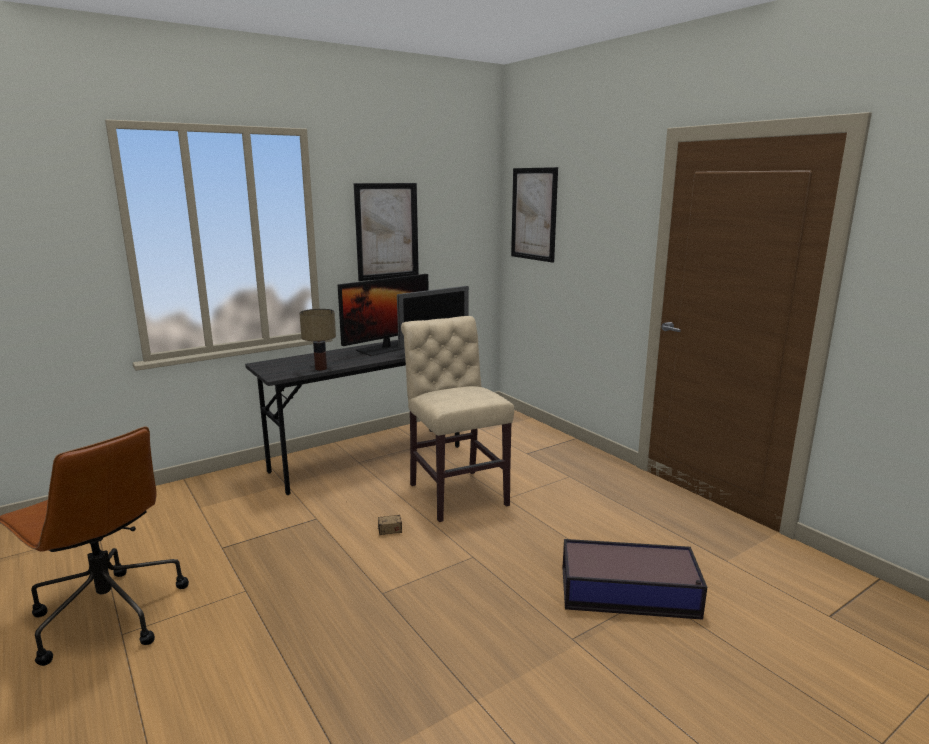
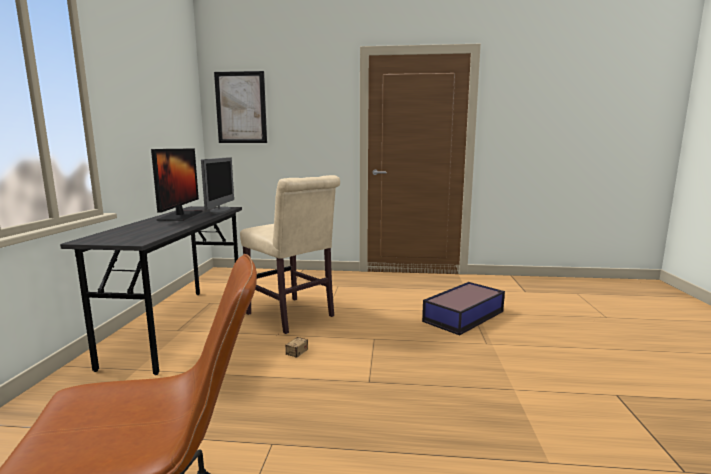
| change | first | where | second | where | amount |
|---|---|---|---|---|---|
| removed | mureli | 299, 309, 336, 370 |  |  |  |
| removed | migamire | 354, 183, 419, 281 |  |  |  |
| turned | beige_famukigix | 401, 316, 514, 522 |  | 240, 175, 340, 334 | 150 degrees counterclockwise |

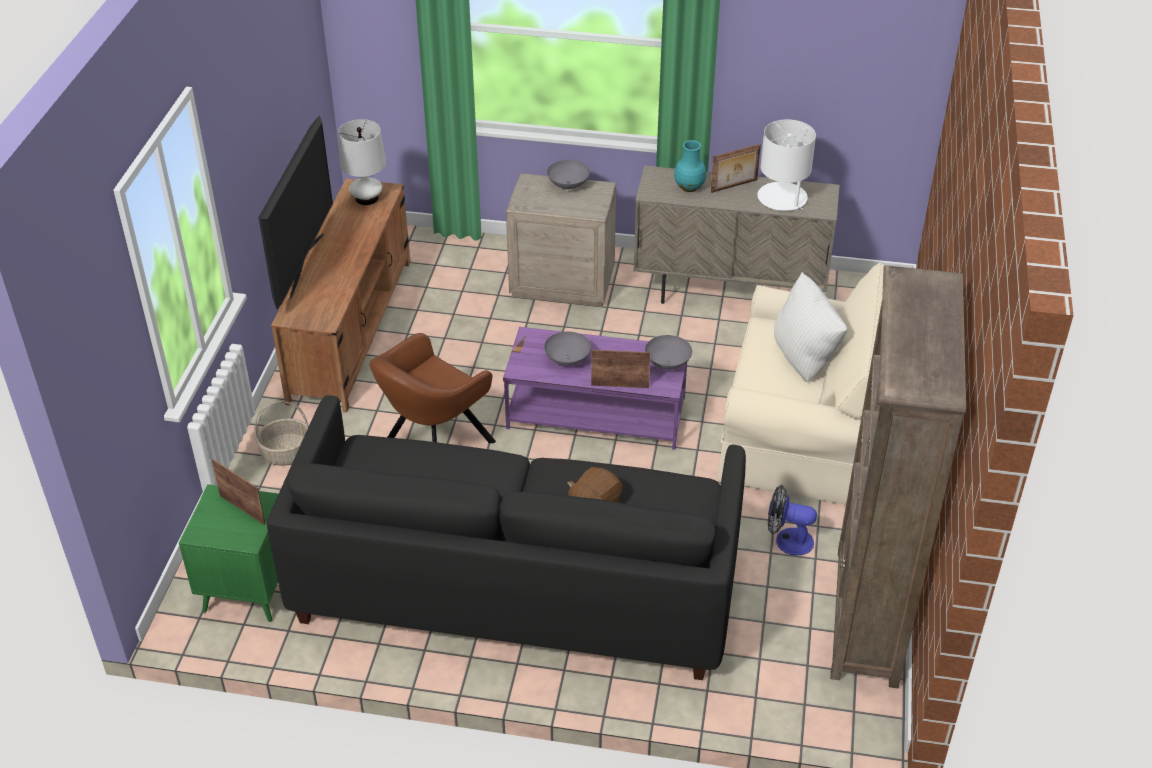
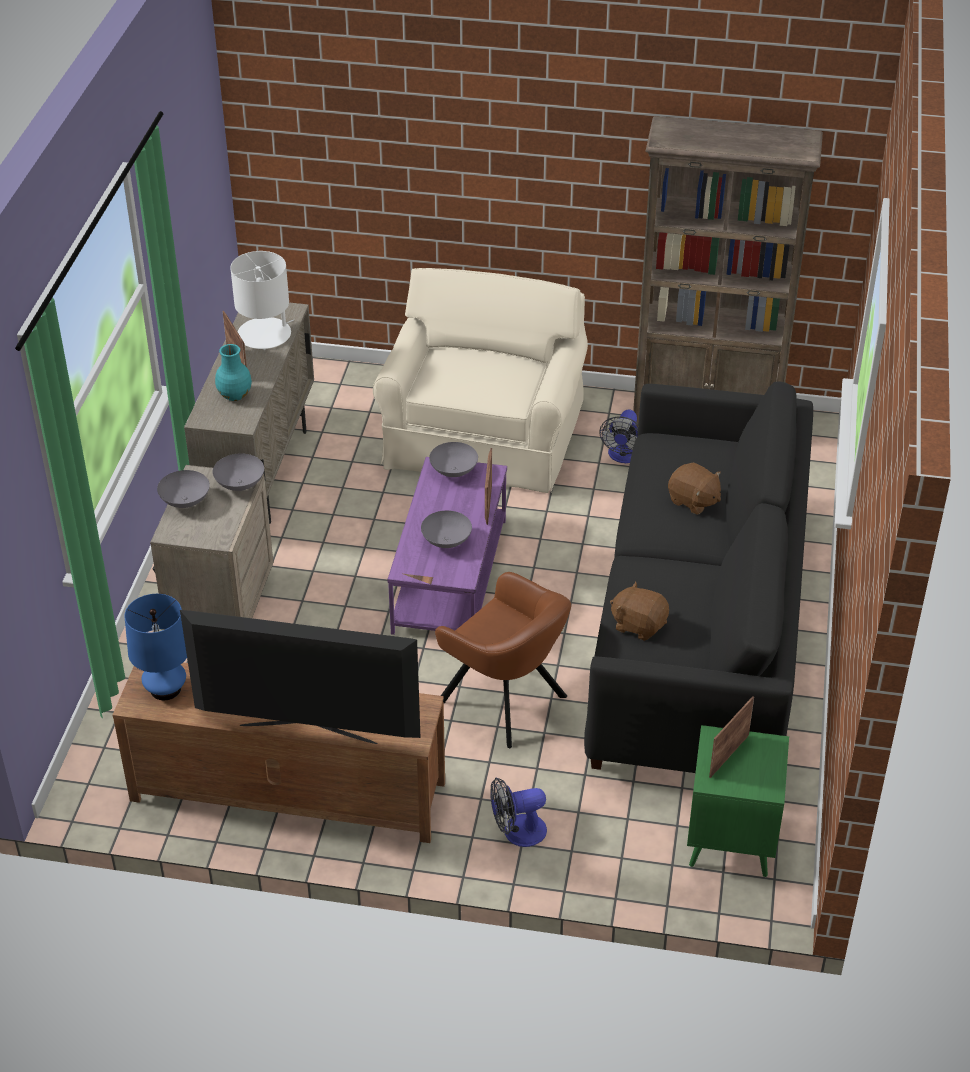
| change | first | where | second | where | amount |
|---|---|---|---|---|---|
| removed | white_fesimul | 774, 272, 848, 382 |  |  |  |
| added |  |  | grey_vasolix | 213, 453, 264, 491 |  |
| added |  |  | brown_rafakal | 610, 582, 669, 641 |  |
| replaced | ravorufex | 255, 402, 309, 466 | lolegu | 490, 777, 547, 847 |  |
| recoloured | white_mureli | 338, 119, 386, 205 | blue_mureli | 125, 594, 187, 700 |  |

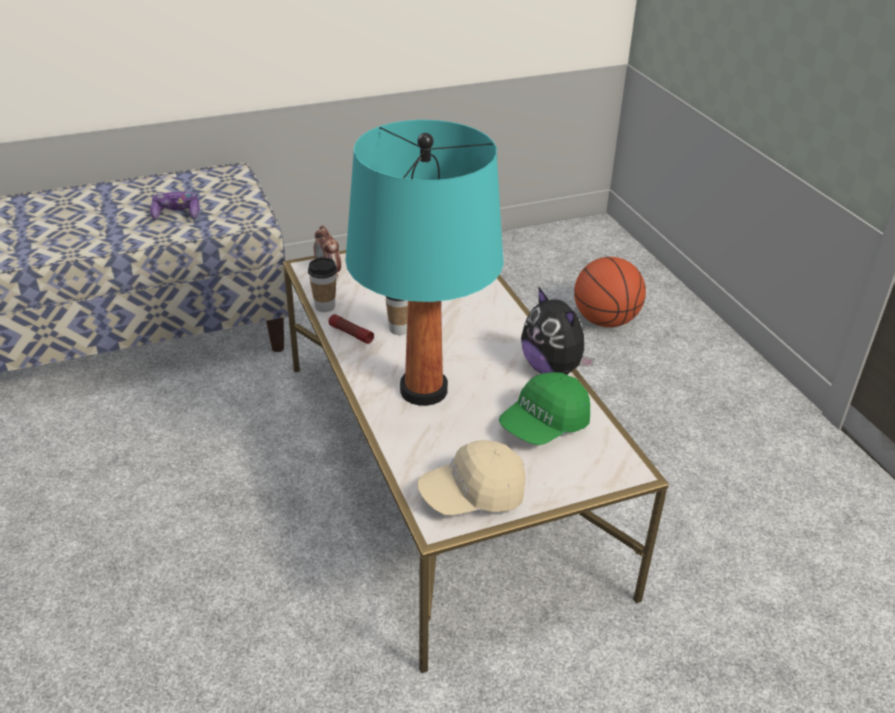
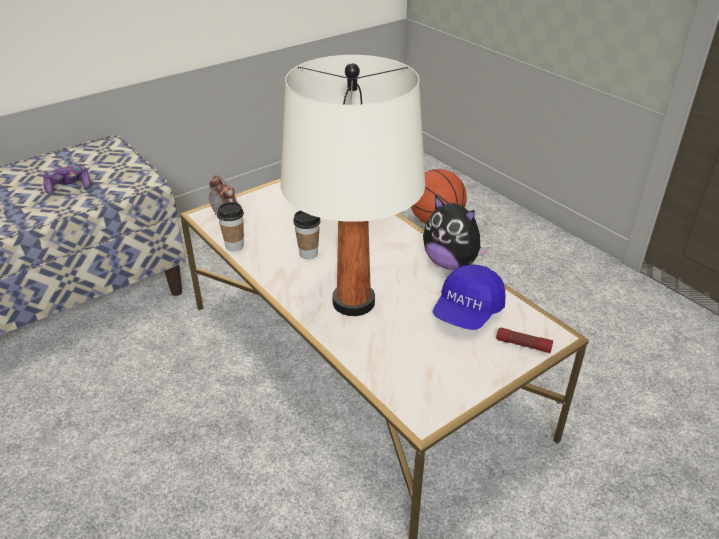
| change | first | where | second | where | amount |
|---|---|---|---|---|---|
| removed | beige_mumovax | 417, 440, 526, 515 |  |  |  |
| moved | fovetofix | 328, 314, 374, 344 |  | 496, 328, 553, 353 |  |
| recoloured | turquoise_mureli | 345, 120, 504, 406 | white_mureli | 280, 55, 426, 316 |  |
| recoloured | green_mumovax | 499, 372, 590, 445 | blue_mumovax | 433, 264, 505, 330 |  |

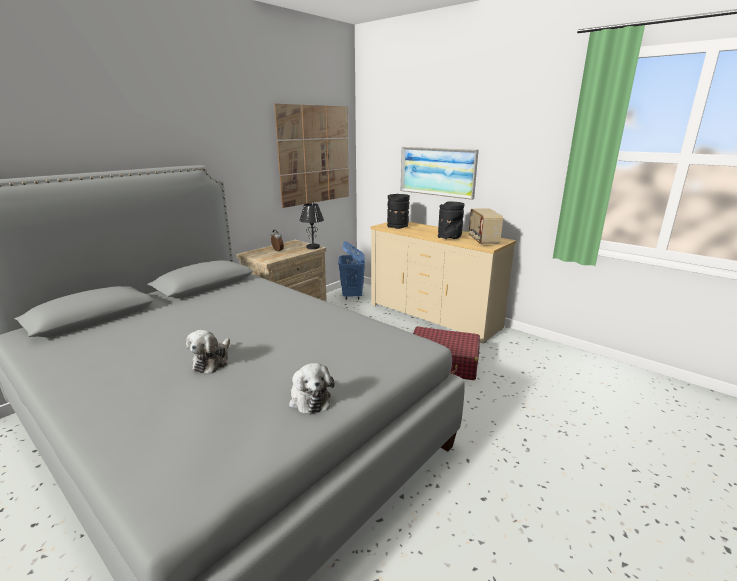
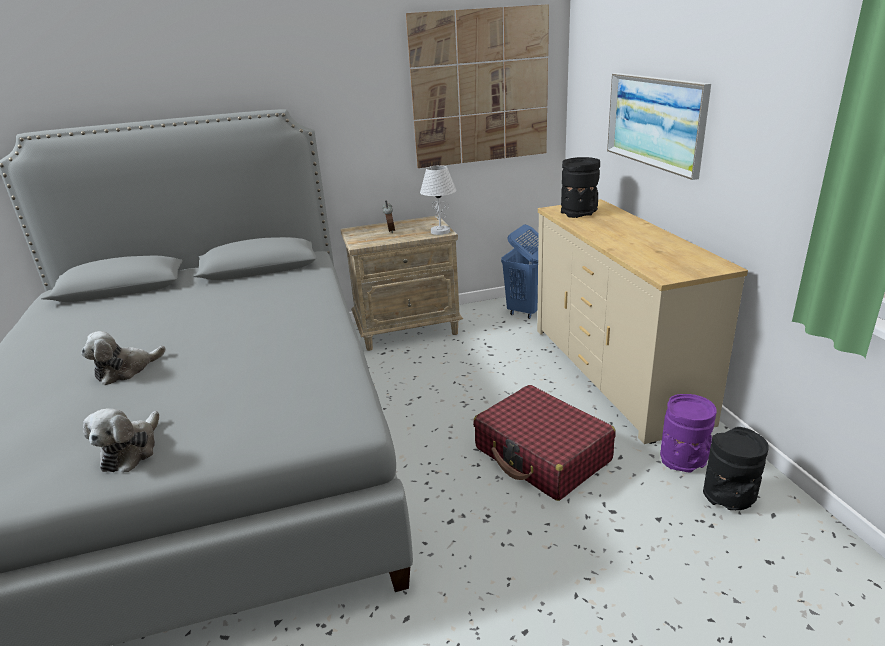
| change | first | where | second | where | amount |
|---|---|---|---|---|---|
| removed | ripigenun | 469, 208, 503, 245 |  |  |  |
| added |  |  | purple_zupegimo | 660, 394, 717, 473 |  |
| moved | black_zupegimo | 438, 201, 464, 239 |  | 703, 427, 769, 510 |  |
| recoloured | black_mureli | 299, 203, 324, 249 | white_mureli | 420, 165, 456, 235 |  |

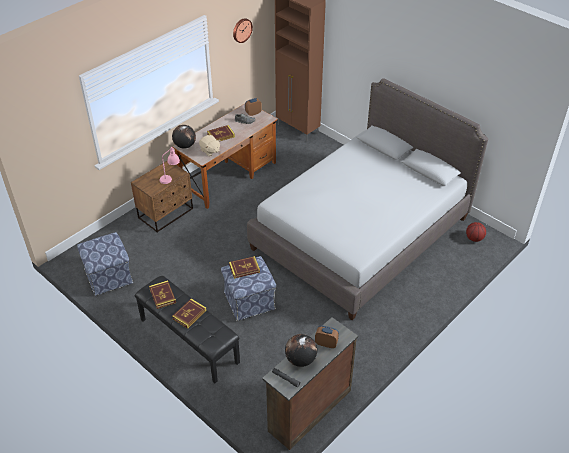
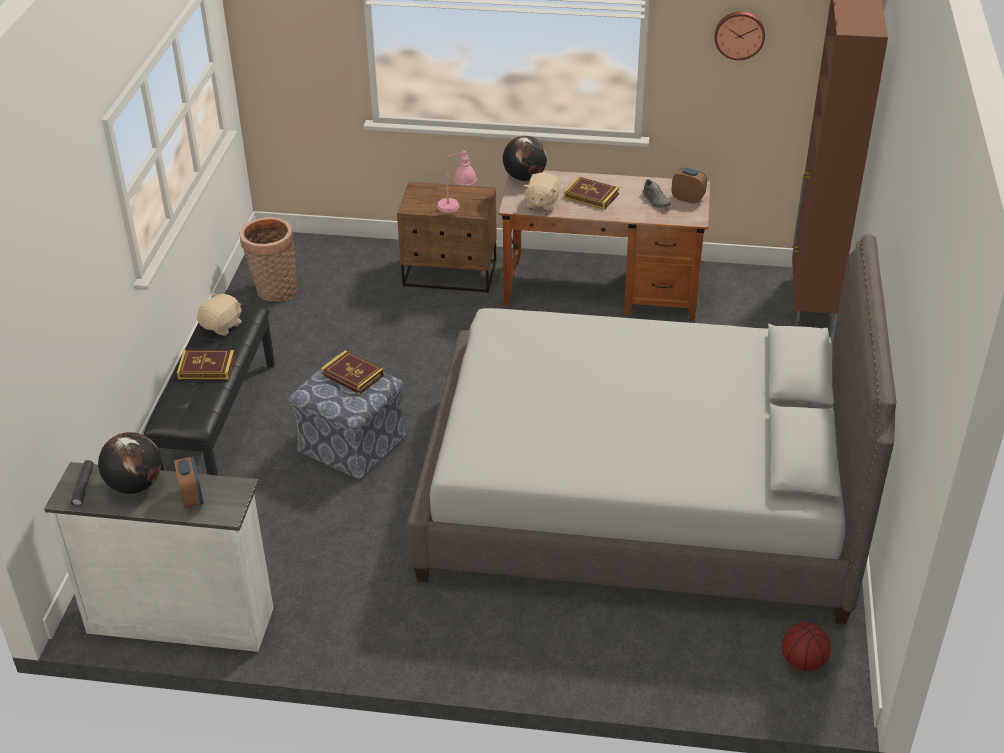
| change | first | where | second | where | amount |
|---|---|---|---|---|---|
| replaced | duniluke | 77, 232, 133, 296 | ravorufex | 240, 217, 297, 301 |  |
| replaced | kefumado | 149, 280, 176, 309 | beige_rafakal | 197, 293, 242, 336 |  |
| recoloured | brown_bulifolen | 262, 317, 358, 450 | white_bulifolen | 44, 462, 274, 652 |  |

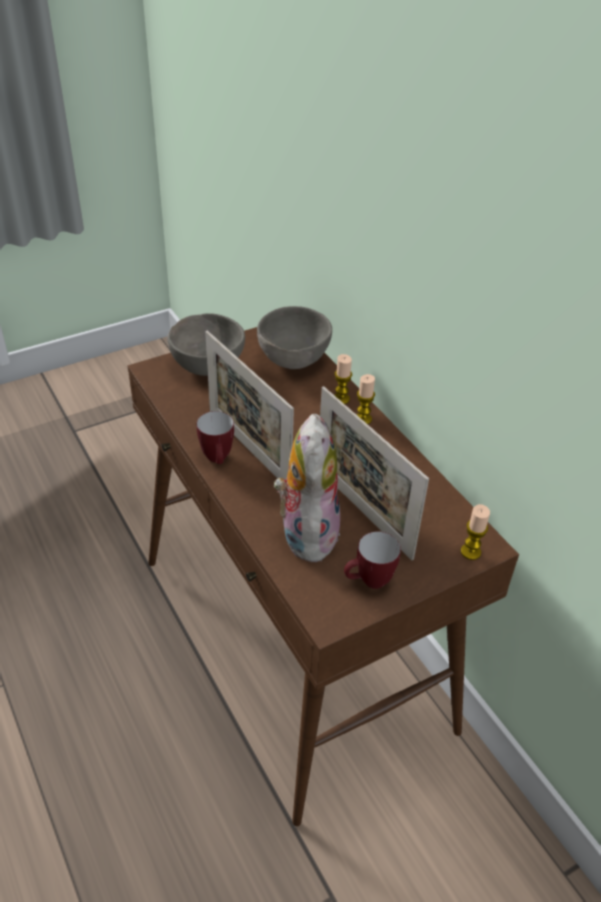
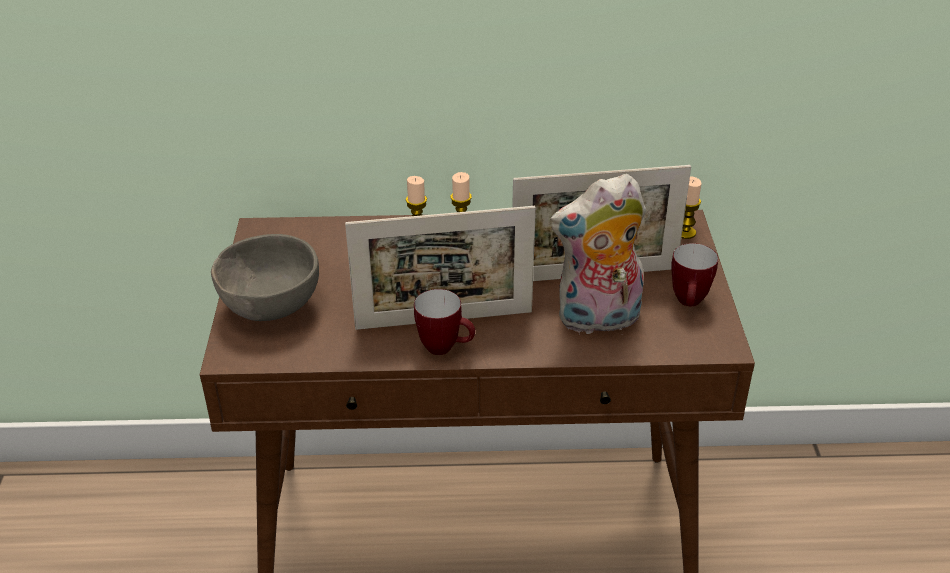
| change | first | where | second | where | amount |
|---|---|---|---|---|---|
| removed | grey_vasolix | 257, 306, 332, 369 |  |  |  |
| turned | rafakal | 274, 414, 340, 565 |  | 550, 174, 646, 335 | 45 degrees counterclockwise |

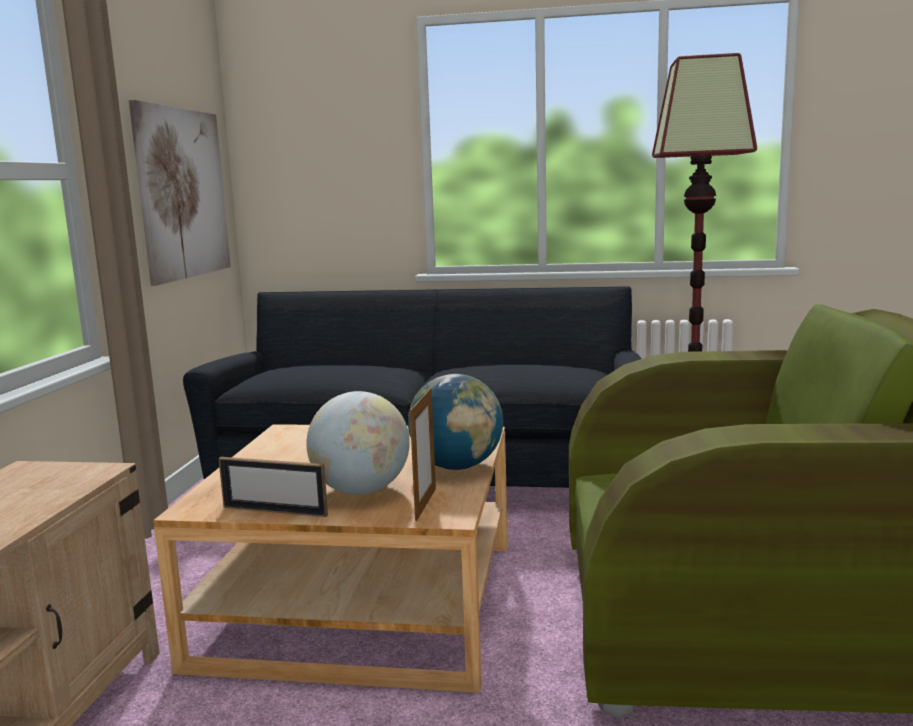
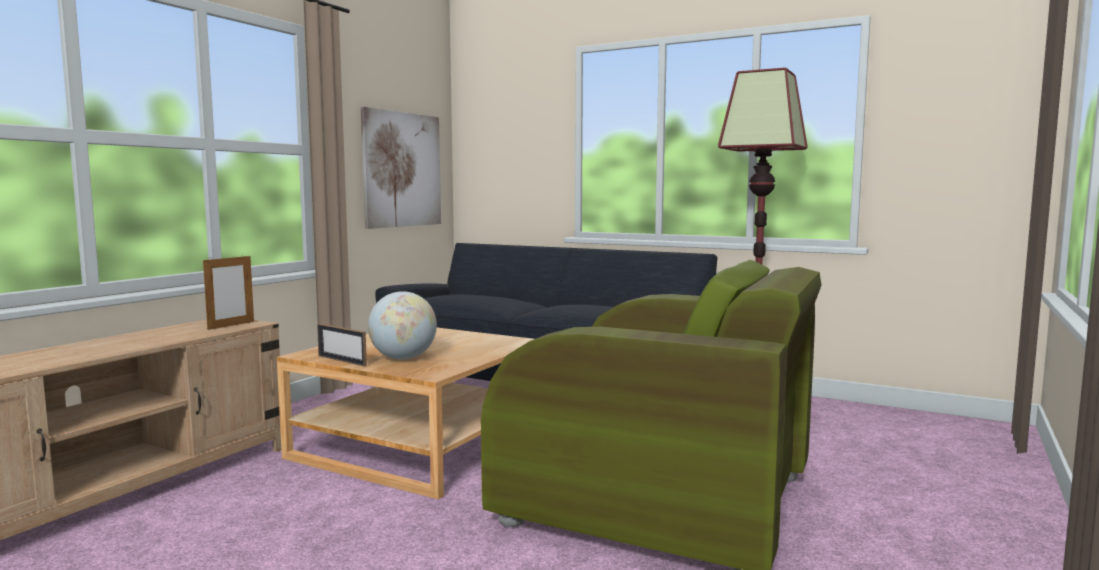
| change | first | where | second | where | amount |
|---|---|---|---|---|---|
| removed | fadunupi | 408, 374, 503, 470 |  |  |  |
| moved | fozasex | 410, 387, 436, 521 |  | 203, 254, 254, 330 |  |

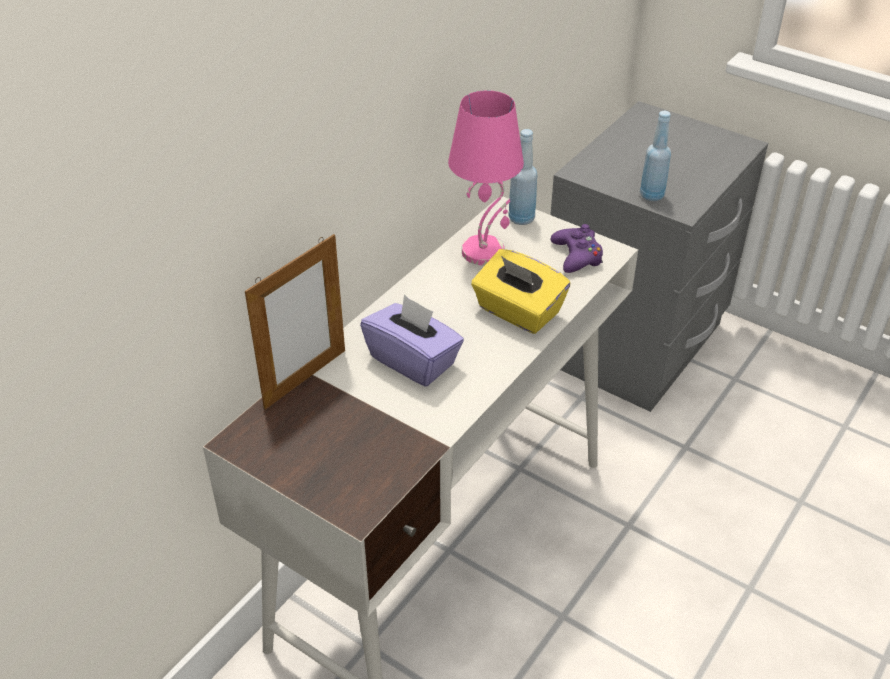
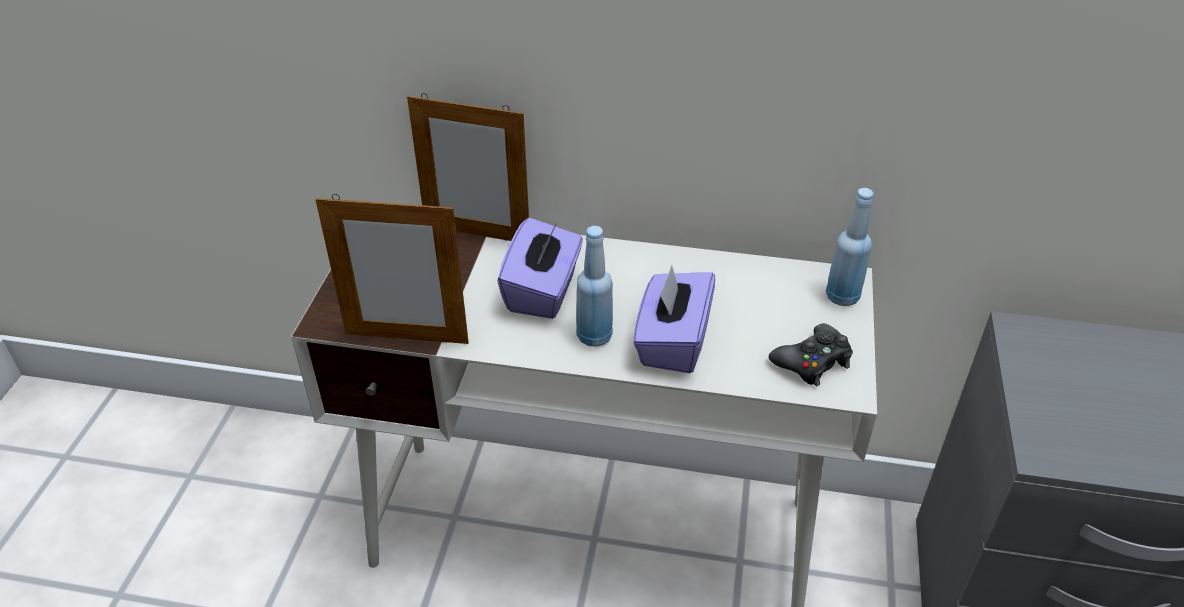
| change | first | where | second | where | amount |
|---|---|---|---|---|---|
| removed | pink_mureli | 448, 90, 524, 265 |  |  |  |
| added |  |  | fozasex | 315, 194, 469, 344 |  |
| moved | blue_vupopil | 640, 111, 671, 201 |  | 576, 226, 613, 347 |  |
| recoloured | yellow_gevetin | 471, 249, 570, 334 | purple_gevetin | 633, 265, 715, 373 |  |
| recoloured | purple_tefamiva | 551, 224, 603, 273 | black_tefamiva | 769, 323, 853, 386 |  |

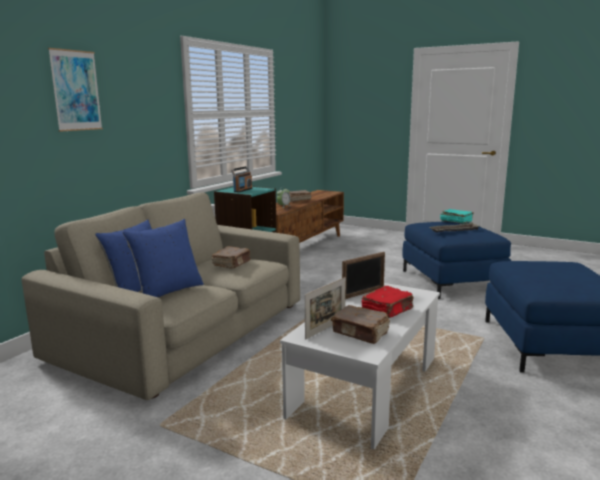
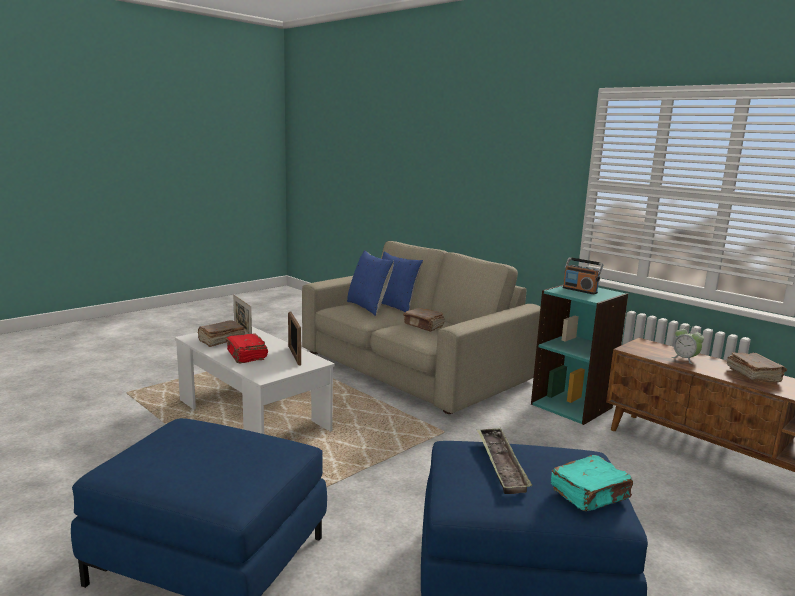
| change | first | where | second | where | amount |
|---|---|---|---|---|---|
| removed | migamire | 48, 48, 103, 132 |  |  |  |

